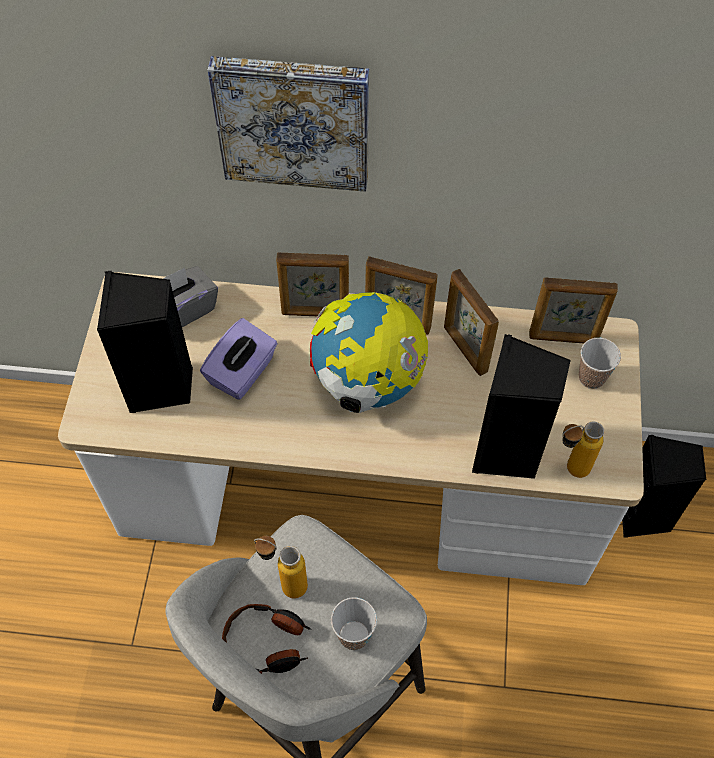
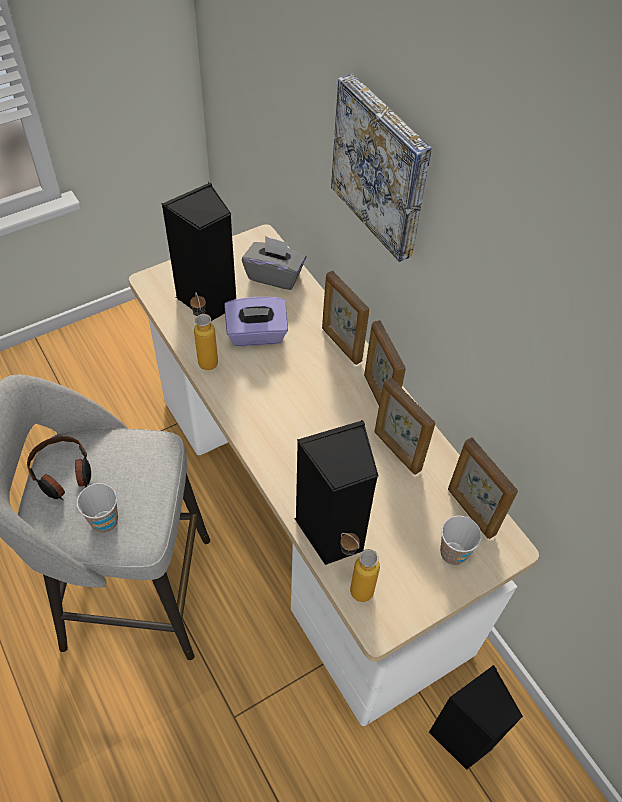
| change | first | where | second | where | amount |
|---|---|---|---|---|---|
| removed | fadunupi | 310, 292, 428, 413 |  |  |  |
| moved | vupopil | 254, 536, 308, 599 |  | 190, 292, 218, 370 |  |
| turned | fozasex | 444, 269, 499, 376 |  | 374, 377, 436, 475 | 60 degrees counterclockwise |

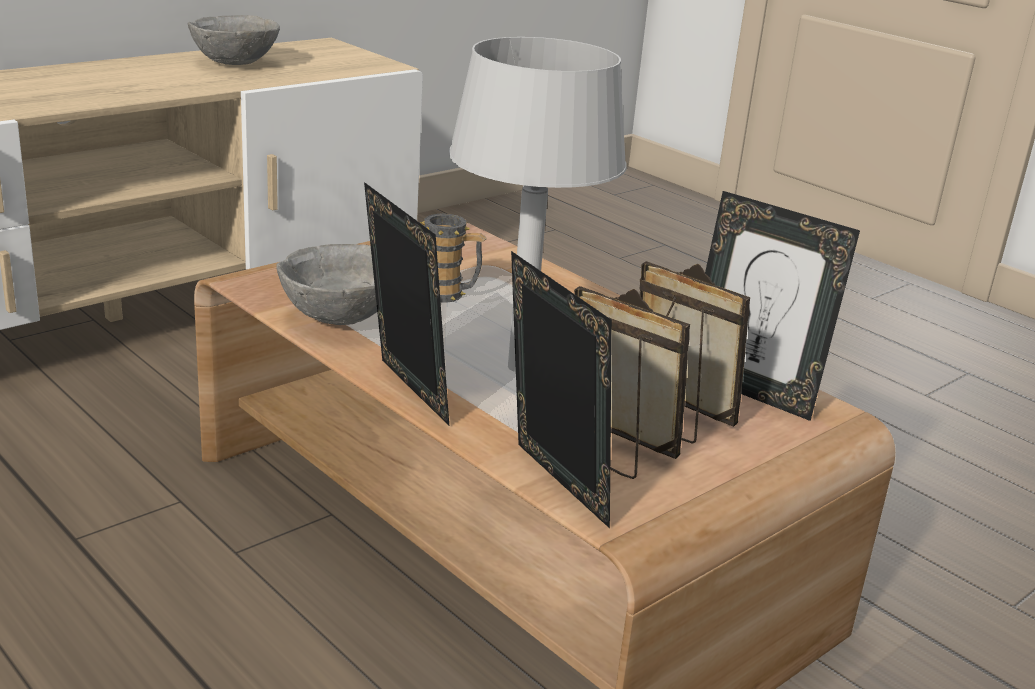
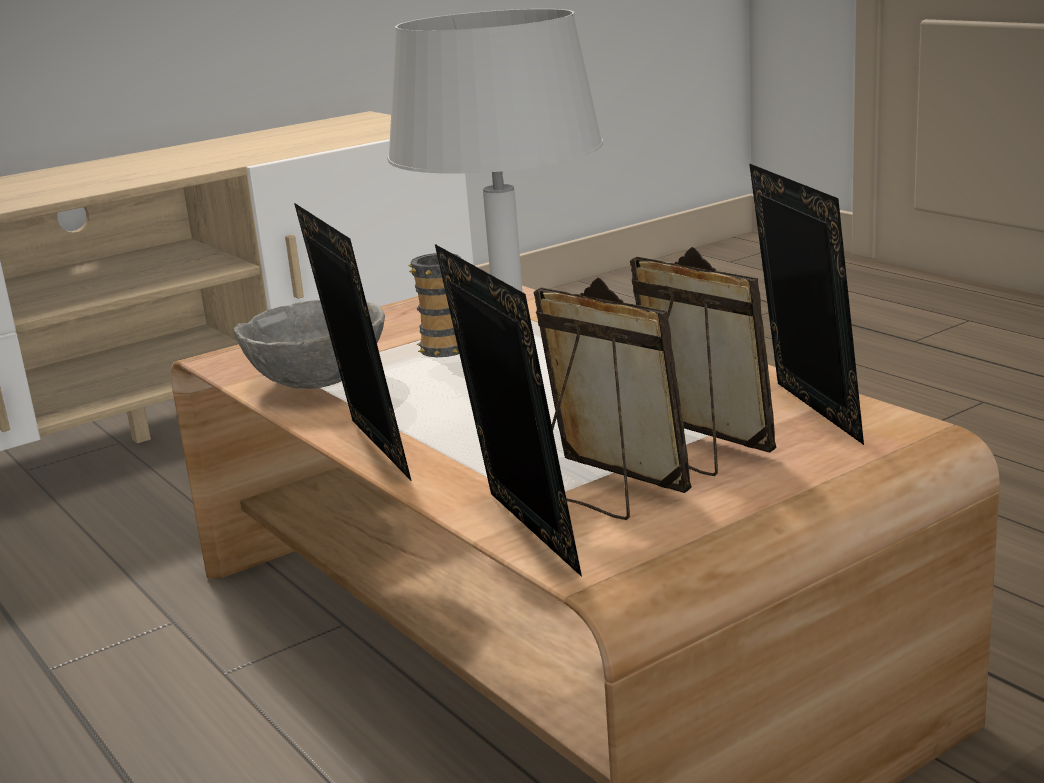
| change | first | where | second | where | amount |
|---|---|---|---|---|---|
| removed | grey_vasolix | 188, 15, 280, 65 |  |  |  |
| turned | fozasex | 705, 191, 860, 421 |  | 749, 164, 864, 445 | 150 degrees counterclockwise |

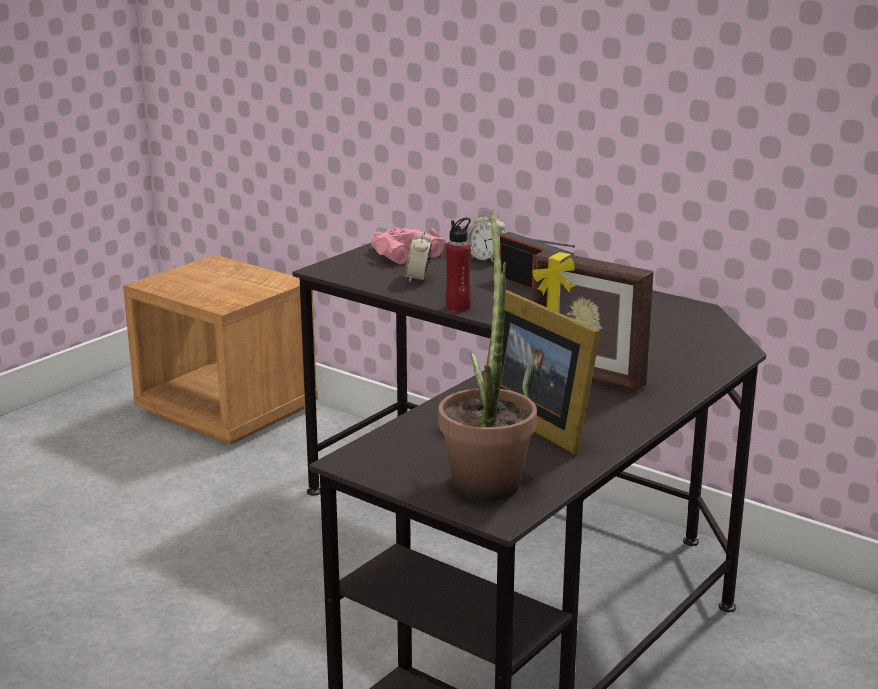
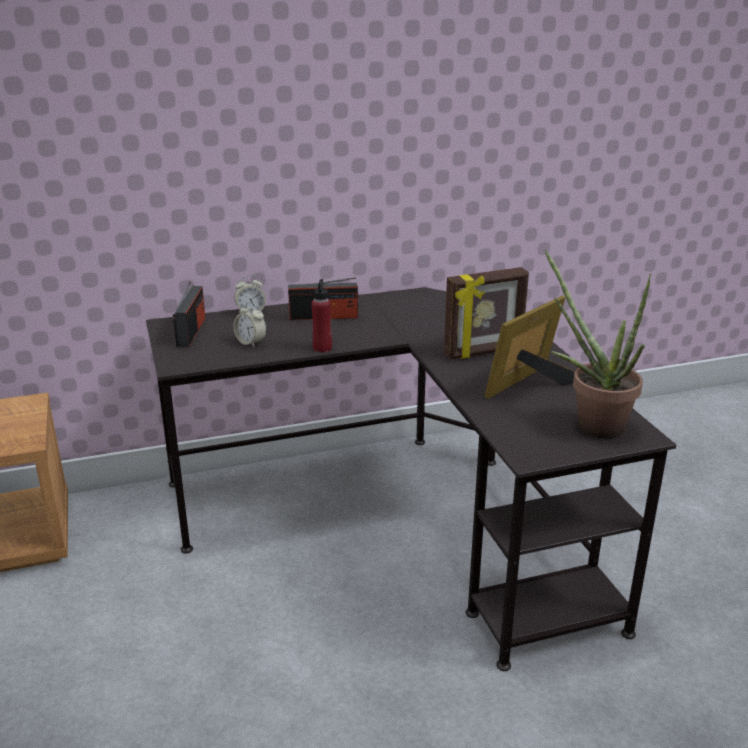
| change | first | where | second | where | amount |
|---|---|---|---|---|---|
| replaced | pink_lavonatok | 371, 228, 446, 264 | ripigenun | 173, 281, 205, 347 |  |
| turned | fozasex | 484, 290, 601, 454 |  | 485, 296, 574, 399 | 135 degrees clockwise |

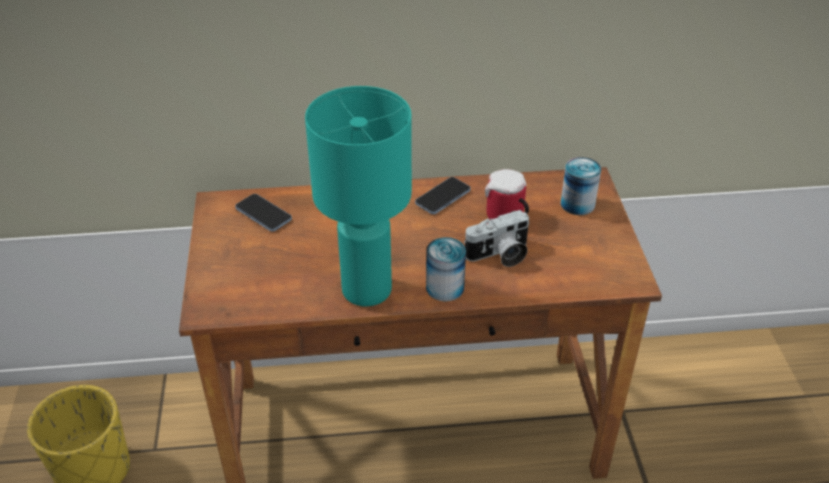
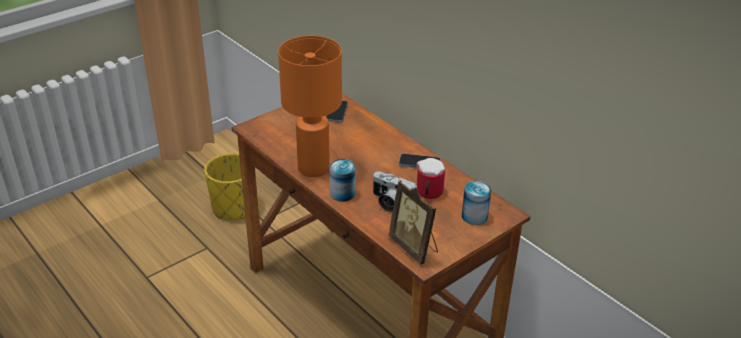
| change | first | where | second | where | amount |
|---|---|---|---|---|---|
| added |  |  | fozasex | 388, 180, 438, 265 |  |
| recoloured | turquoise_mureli | 305, 86, 412, 306 | orange_mureli | 278, 36, 342, 177 |  |

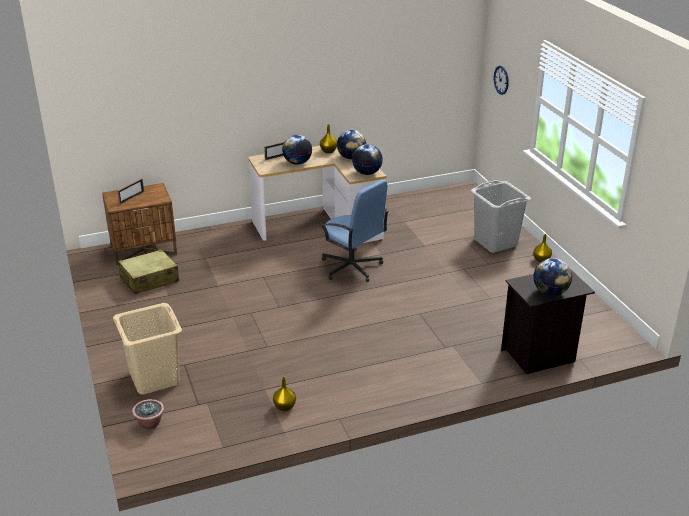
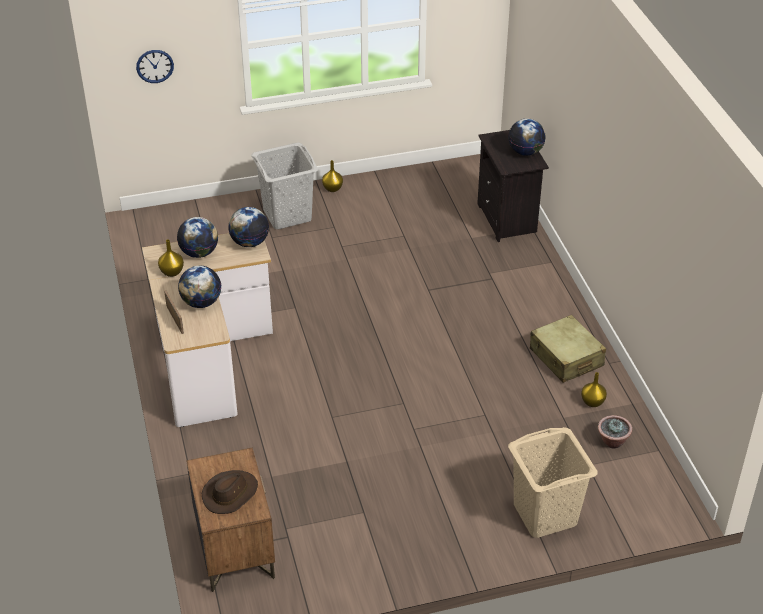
| change | first | where | second | where | amount |
|---|---|---|---|---|---|
| removed | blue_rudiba | 321, 180, 389, 282 |  |  |  |
| moved | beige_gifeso | 118, 249, 179, 294 |  | 530, 315, 606, 383 |  |
| moved | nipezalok | 132, 399, 164, 430 |  | 598, 415, 632, 448 |  |
| replaced | fozasex | 117, 178, 144, 205 | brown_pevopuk | 202, 470, 258, 514 |  |

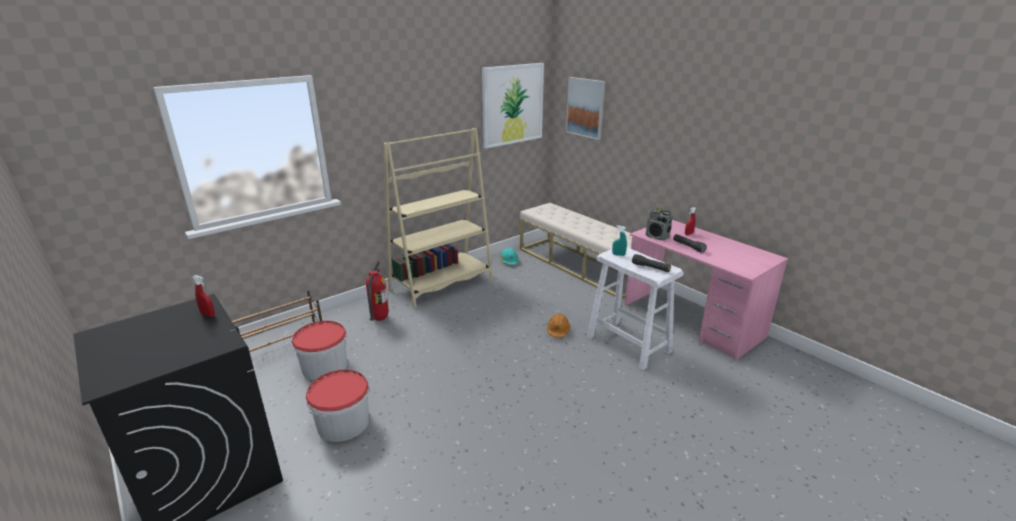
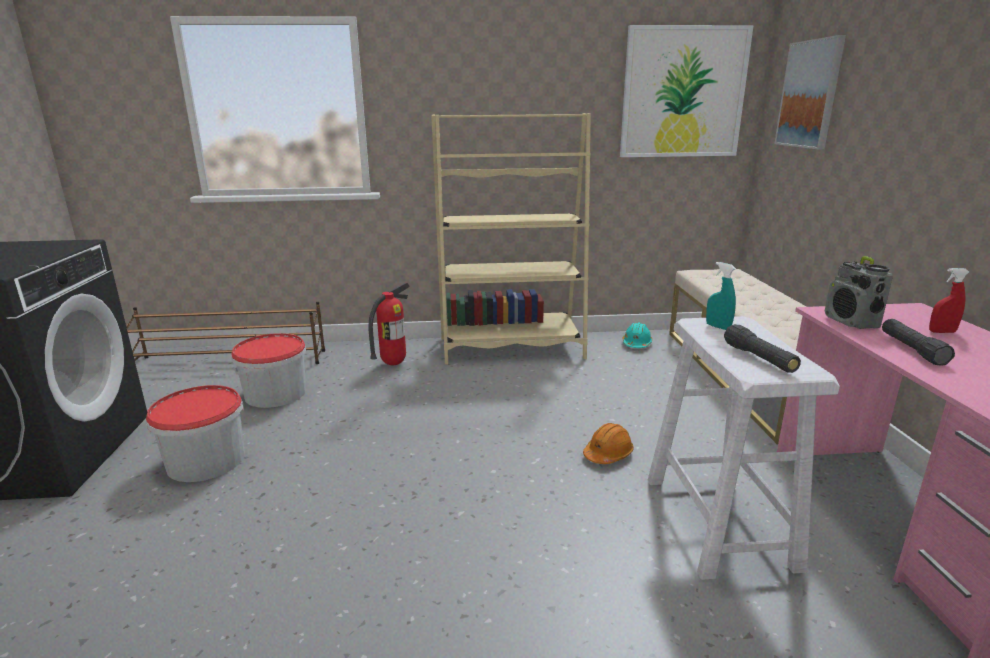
| change | first | where | second | where | amount |
|---|---|---|---|---|---|
| removed | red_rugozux | 192, 275, 215, 317 |  |  |  |

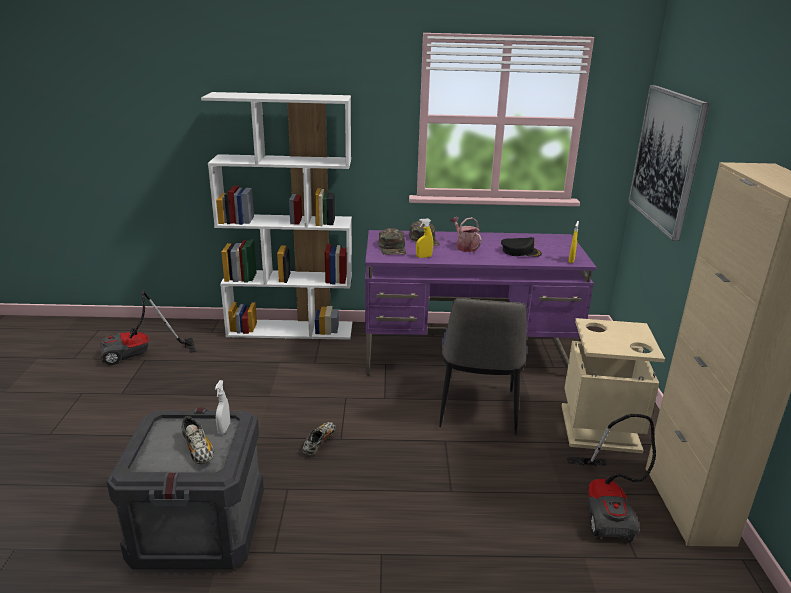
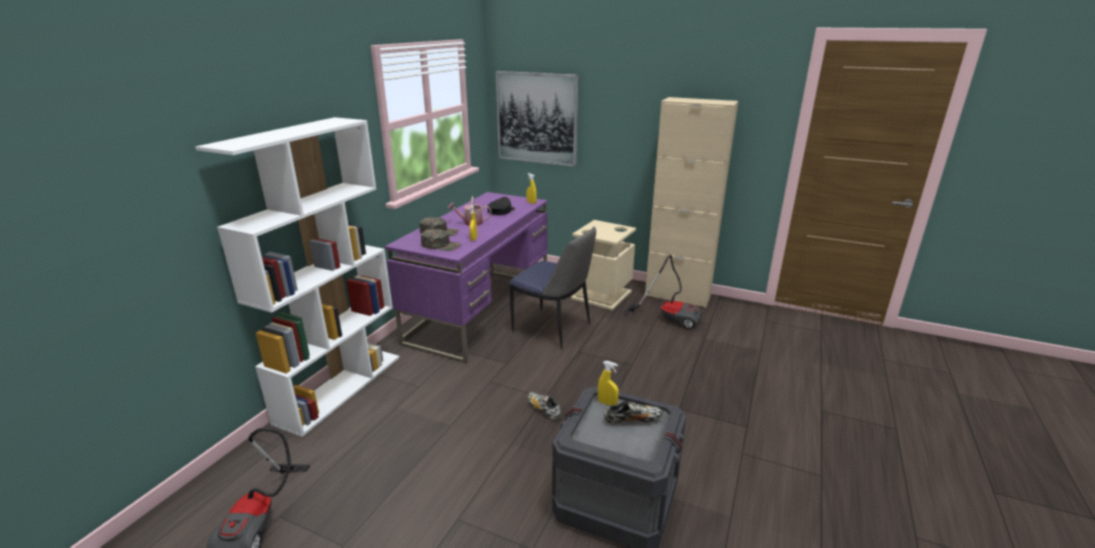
| change | first | where | second | where | amount |
|---|---|---|---|---|---|
| recoloured | white_rugozux | 215, 380, 230, 434 | yellow_rugozux | 598, 361, 619, 405 |  |

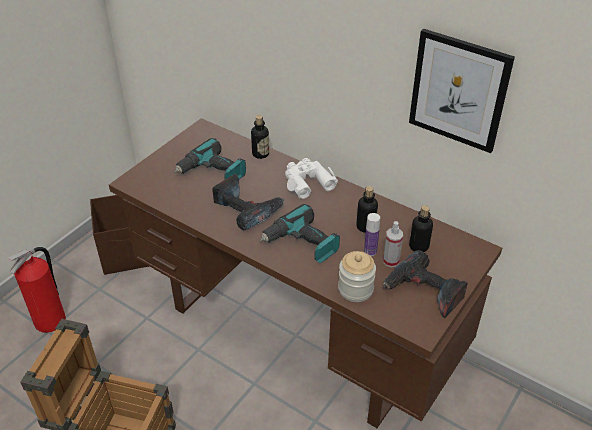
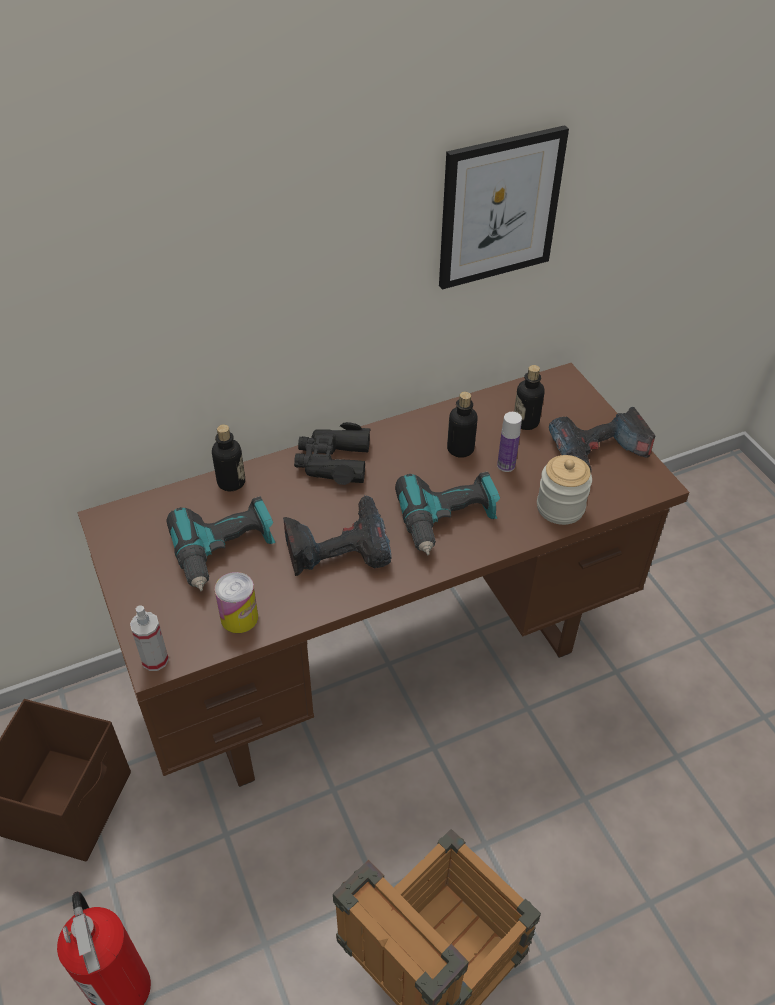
| change | first | where | second | where | amount |
|---|---|---|---|---|---|
| added |  |  | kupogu | 215, 572, 258, 633 |  |
| moved | rugozux | 383, 221, 403, 267 |  | 130, 605, 169, 671 |  |
| recoloured | white_lavonatok | 285, 158, 338, 199 | black_lavonatok | 294, 422, 371, 485 |  |

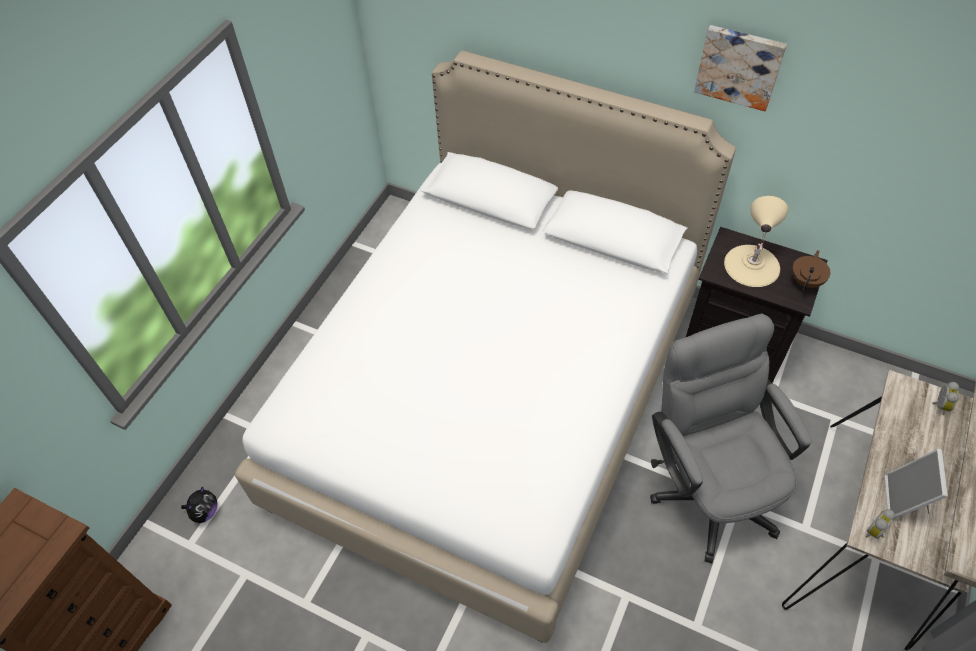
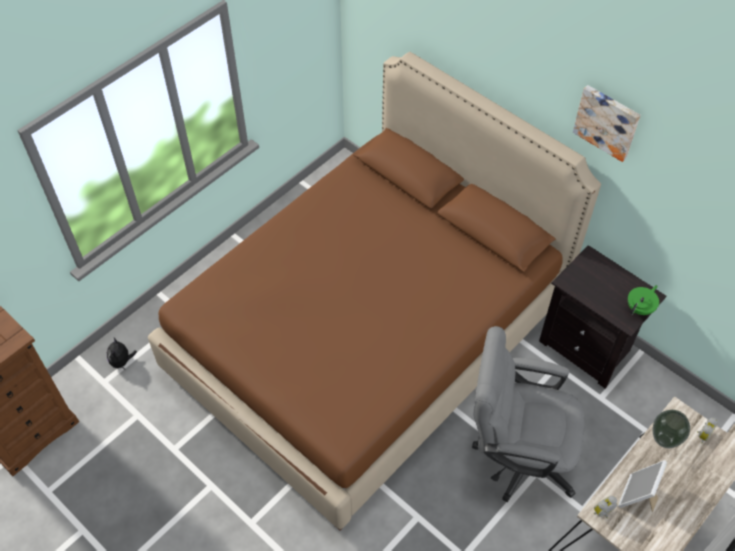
| change | first | where | second | where | amount |
|---|---|---|---|---|---|
| removed | beige_mureli | 724, 196, 788, 287 |  |  |  |
| added |  |  | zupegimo | 652, 410, 690, 448 |  |
| recoloured | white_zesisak | 235, 50, 736, 643 | brown_zesisak | 148, 52, 601, 531 |  |
| recoloured | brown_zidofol | 792, 250, 830, 290 | green_zidofol | 628, 285, 659, 315 |  |
| turned | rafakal | 181, 486, 218, 523 |  | 107, 338, 137, 369 | 135 degrees clockwise |
| turned | grey_rudiba | 650, 314, 812, 564 |  | 472, 326, 584, 502 | 75 degrees counterclockwise |

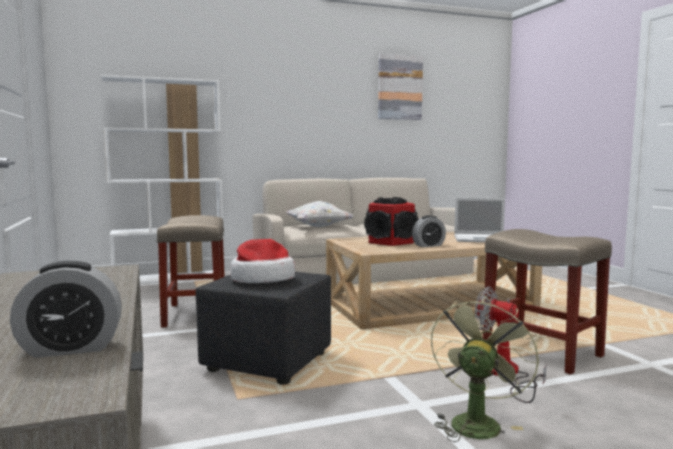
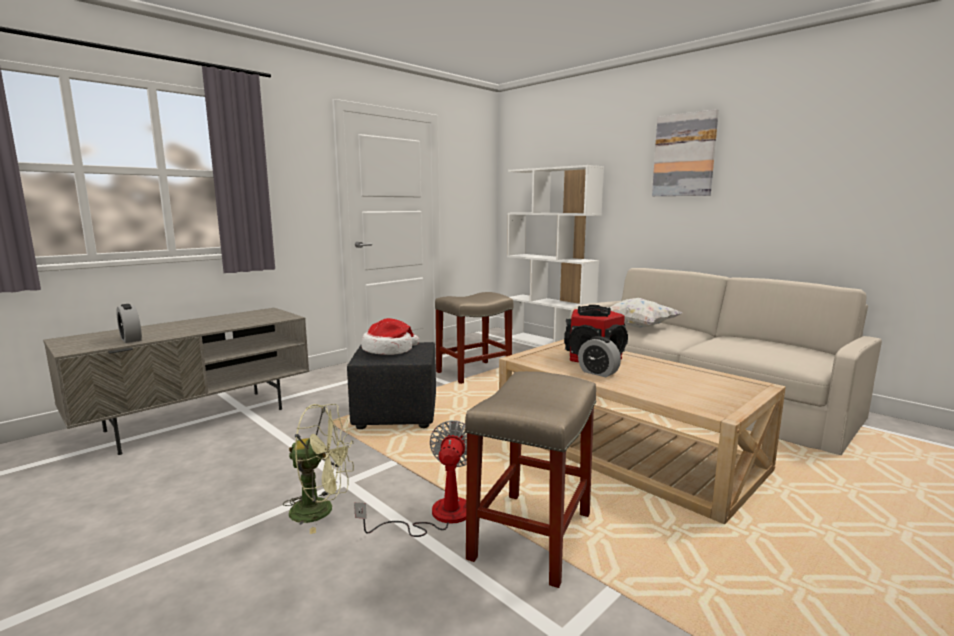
| change | first | where | second | where | amount |
|---|---|---|---|---|---|
| removed | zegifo | 454, 197, 505, 242 |  |  |  |
| moved | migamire | 378, 53, 423, 120 |  | 652, 109, 719, 196 |  |

